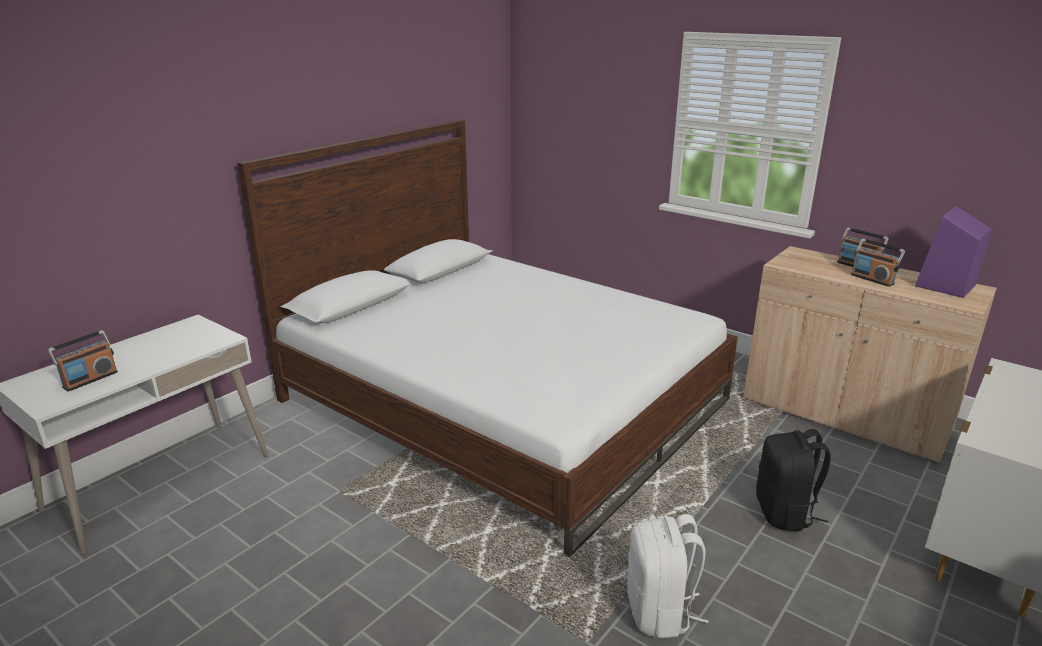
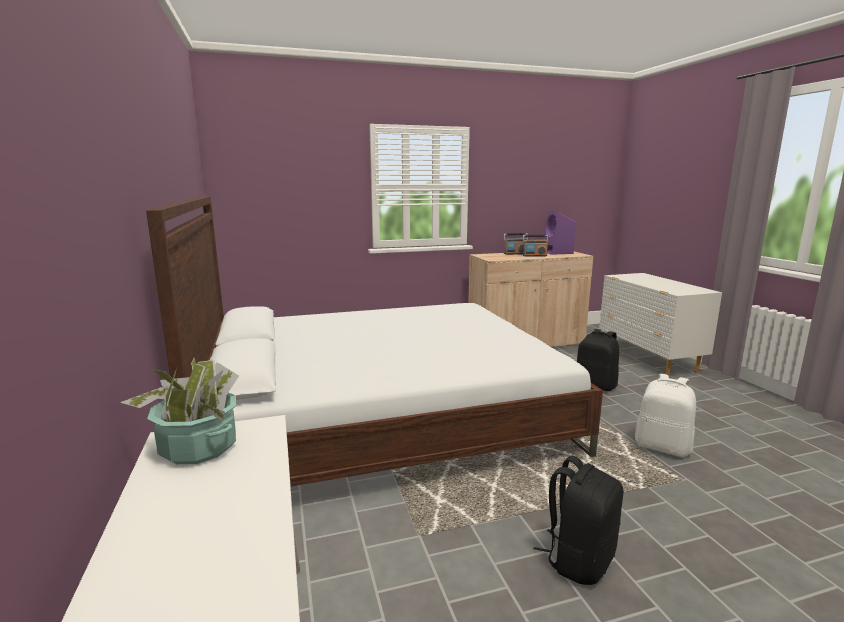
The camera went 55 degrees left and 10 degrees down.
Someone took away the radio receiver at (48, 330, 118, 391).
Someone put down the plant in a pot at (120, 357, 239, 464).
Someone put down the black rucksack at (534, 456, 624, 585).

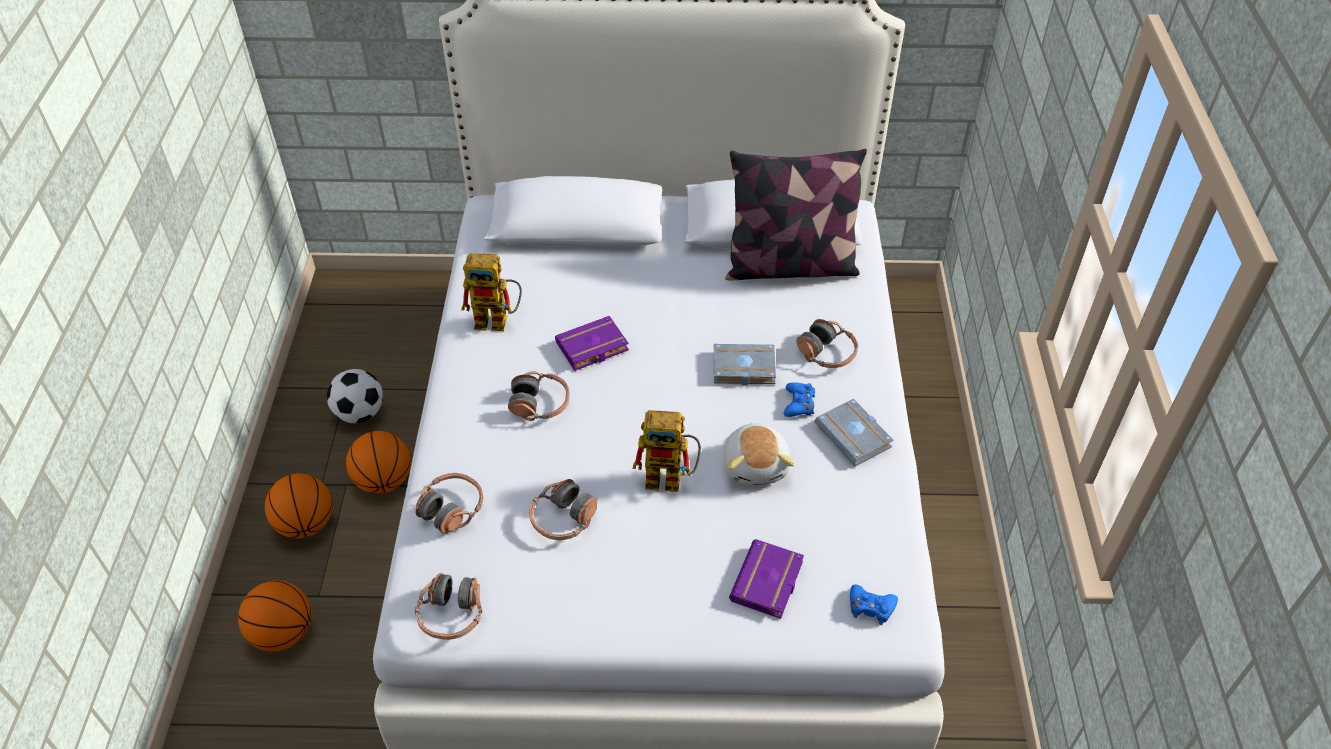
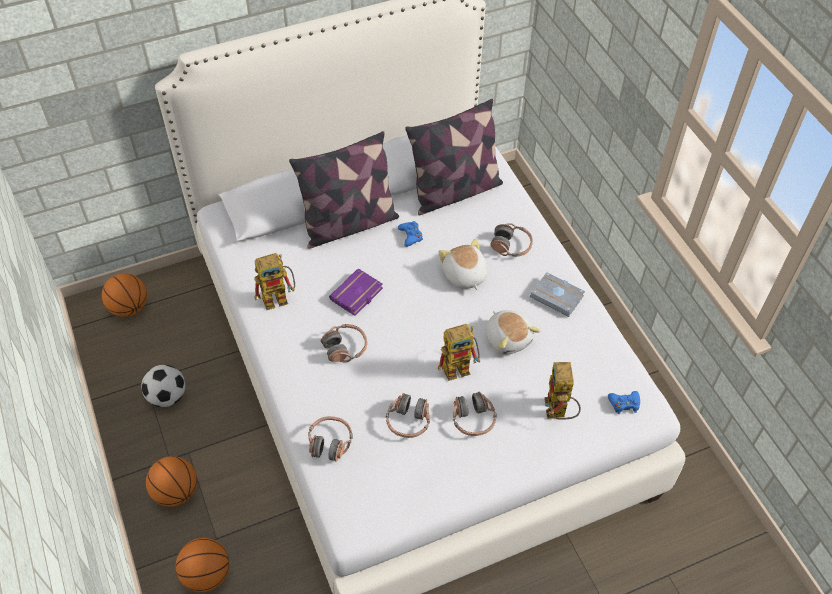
The camera went 25 degrees left and 5 degrees up.
Someone carried the basketball from (346, 431, 411, 494) to (102, 273, 147, 317).
Someone carried the pair of headphones from (415, 573, 482, 640) to (453, 392, 497, 436).
Someone swapped the grey volume at (714, 344, 776, 385) for the soft toy at (438, 239, 487, 290).
Someone swapped the purplish volume at (729, 539, 804, 619) for the model robot at (544, 362, 581, 420).
Someone carried the blue gamepad from (784, 382, 815, 417) to (398, 221, 423, 247).
Someone put down the pillow at (289, 131, 399, 249).

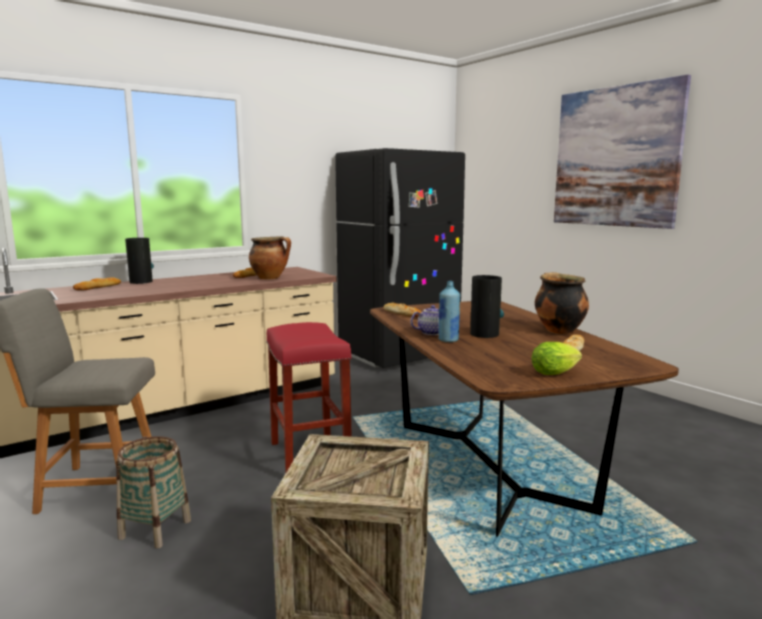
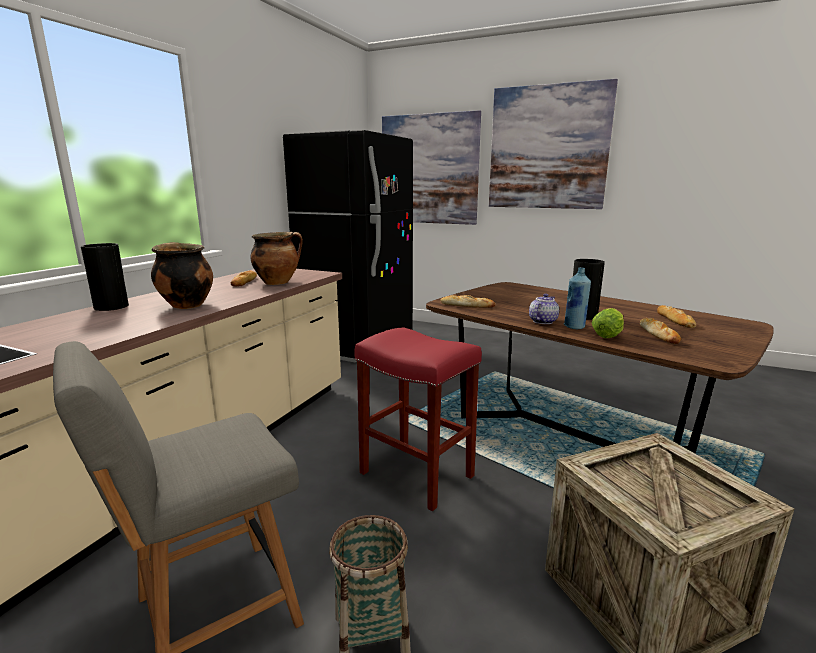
The camera went 30 degrees left and 5 degrees up.
Someone carried the bakery bread from (73, 277, 121, 291) to (640, 318, 681, 344).
Someone carried the lettuce head from (532, 342, 582, 375) to (591, 308, 624, 338).
Someone carried the cooking pot from (535, 272, 589, 334) to (151, 242, 213, 309).
Someone put up the wall picture at (382, 110, 481, 225).

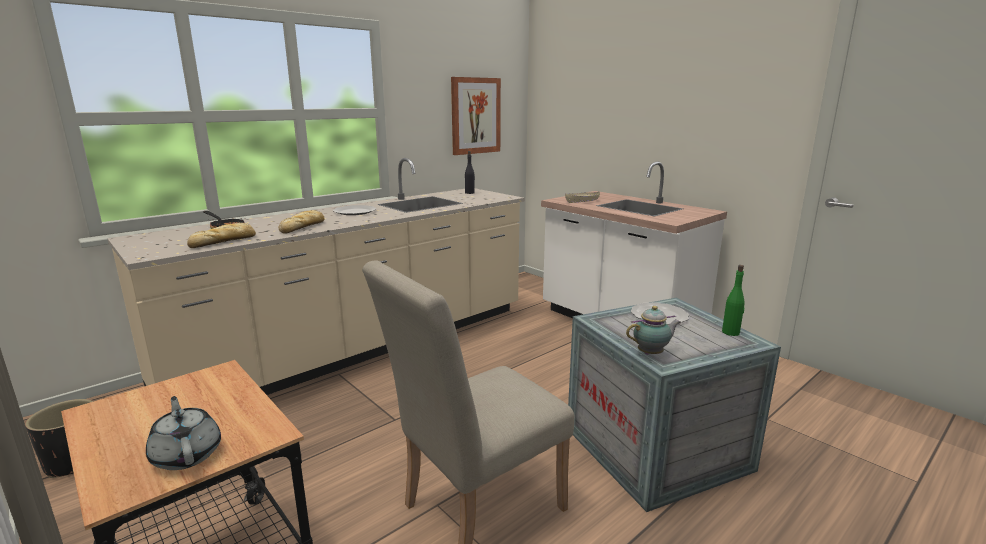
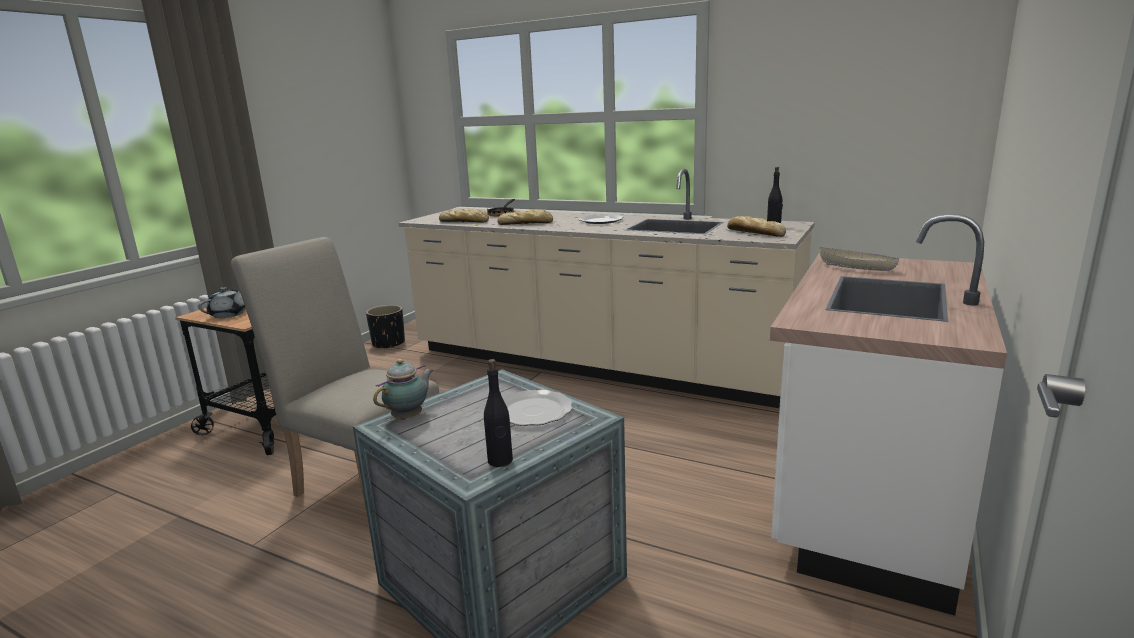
The camera went 70 degrees right and 0 degrees up.
Someone took away the wall picture at (451, 77, 501, 155).
Someone rotated the pot for tea at (626, 306, 681, 355) by 105 degrees counterclockwise.
Someone repainted the greenish beverage bottle at (722, 265, 745, 336), which became the black beverage bottle at (484, 359, 513, 467).
Someone put down the bakery bread at (727, 216, 786, 237).

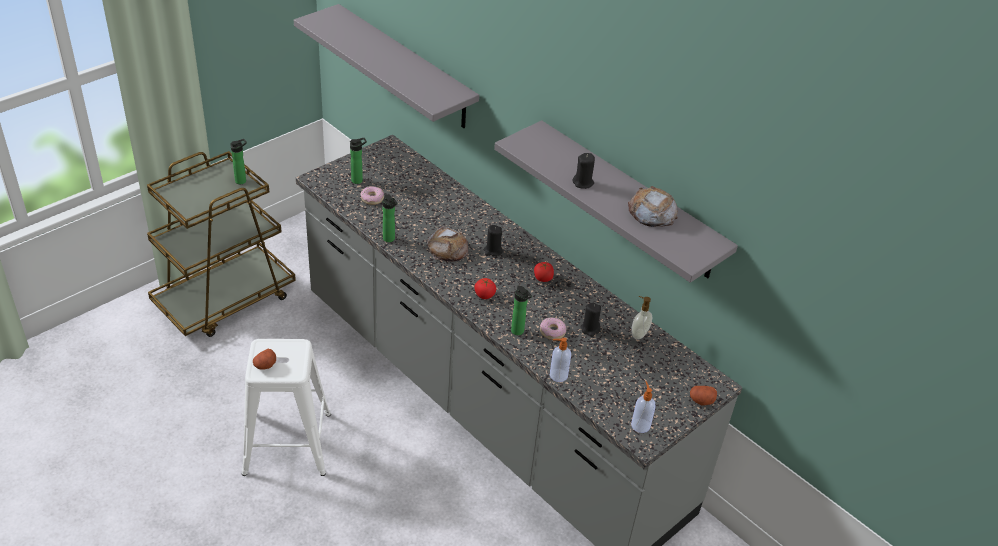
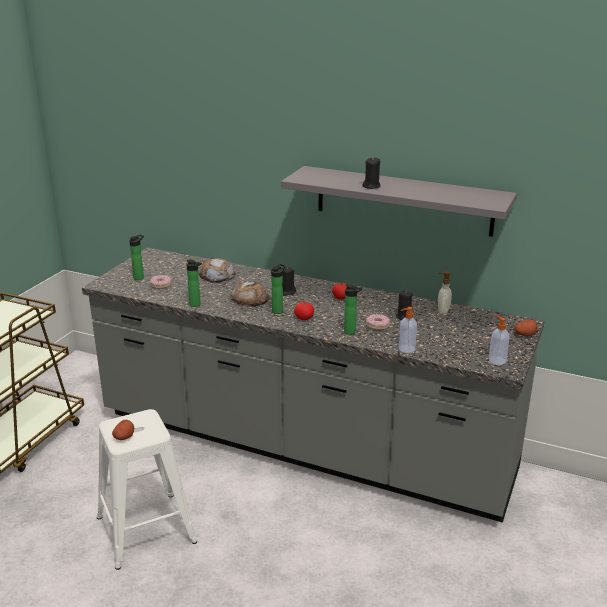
The camera went 20 degrees left and 15 degrees down.
Someone carried the beverage bottle from (230, 139, 247, 184) to (271, 264, 285, 314).
Someone took away the grey wall shelf at (294, 4, 479, 128).
Someone carried the bakery bread from (628, 186, 678, 227) to (199, 258, 236, 283).

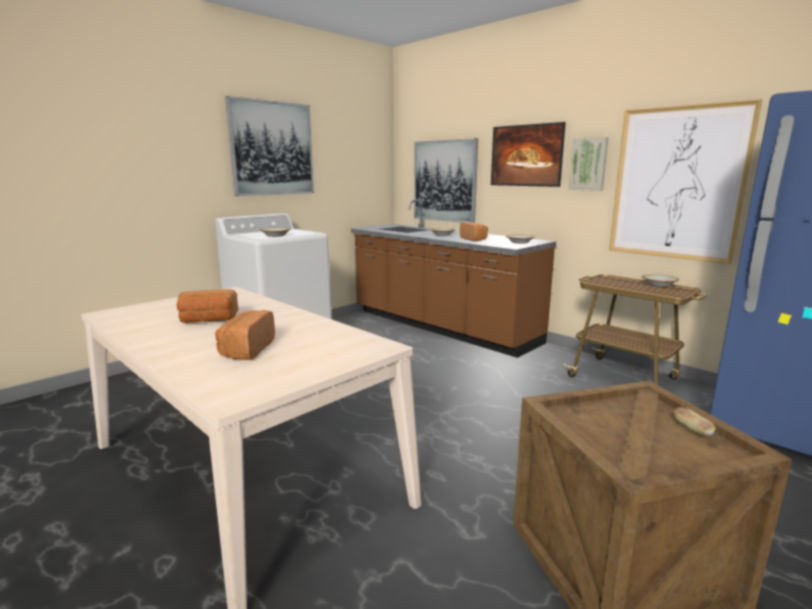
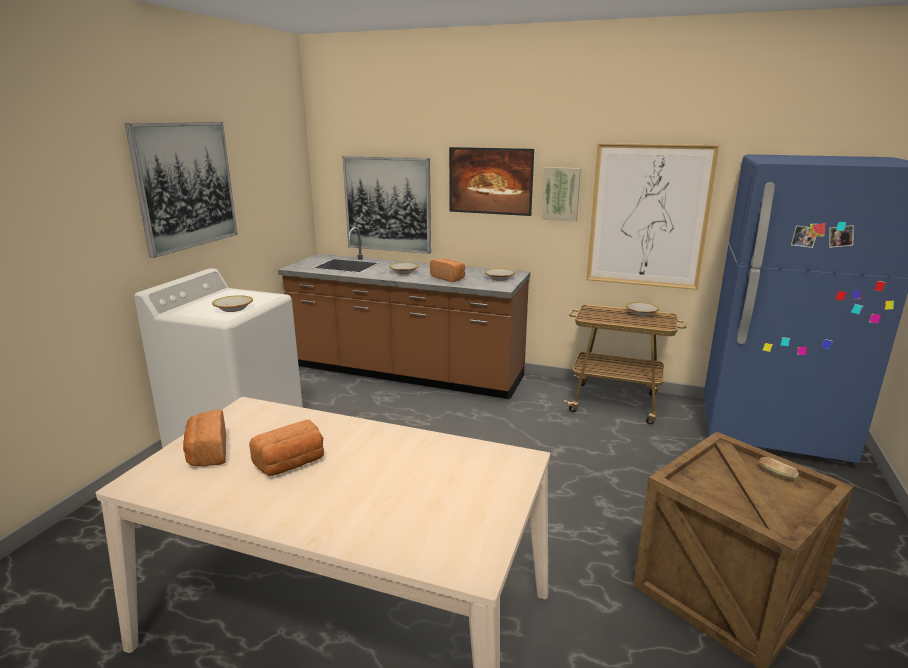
The camera went 25 degrees left and 5 degrees up.
Someone carried the bakery bread from (215, 310, 275, 360) to (183, 410, 226, 467).

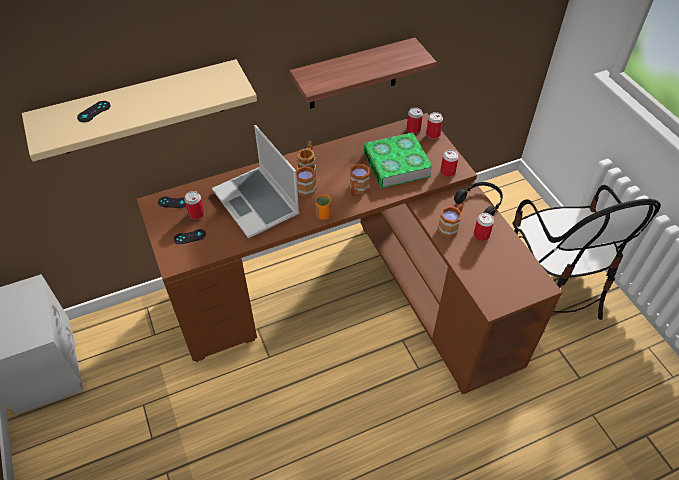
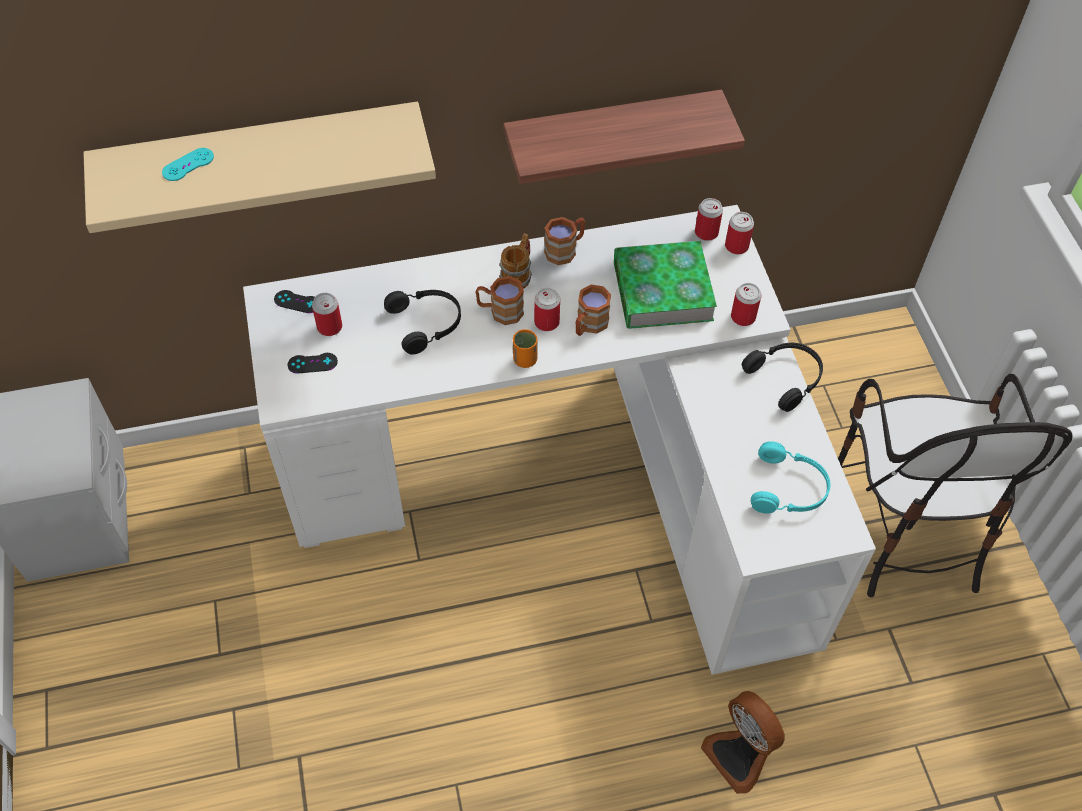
The camera went 10 degrees right and 5 degrees up.
Someone repainted the black gamepad at (77, 101, 111, 122), which became the turquoise-coloured gamepad at (162, 148, 214, 181).
Someone repainted the brownish desk unit at (137, 113, 563, 394), which became the white desk unit at (243, 205, 876, 675).
Someone swapped the portable computer at (212, 125, 300, 238) for the black pair of headphones at (384, 290, 461, 355).
Someone carried the brownish tea mug from (438, 204, 463, 238) to (544, 217, 585, 265).
Someone carried the can from (474, 213, 494, 241) to (534, 288, 560, 331).
Someone put down the electric fan at (701, 691, 785, 794).
Someone put down the turquoise-coloured pair of headphones at (751, 441, 831, 513).

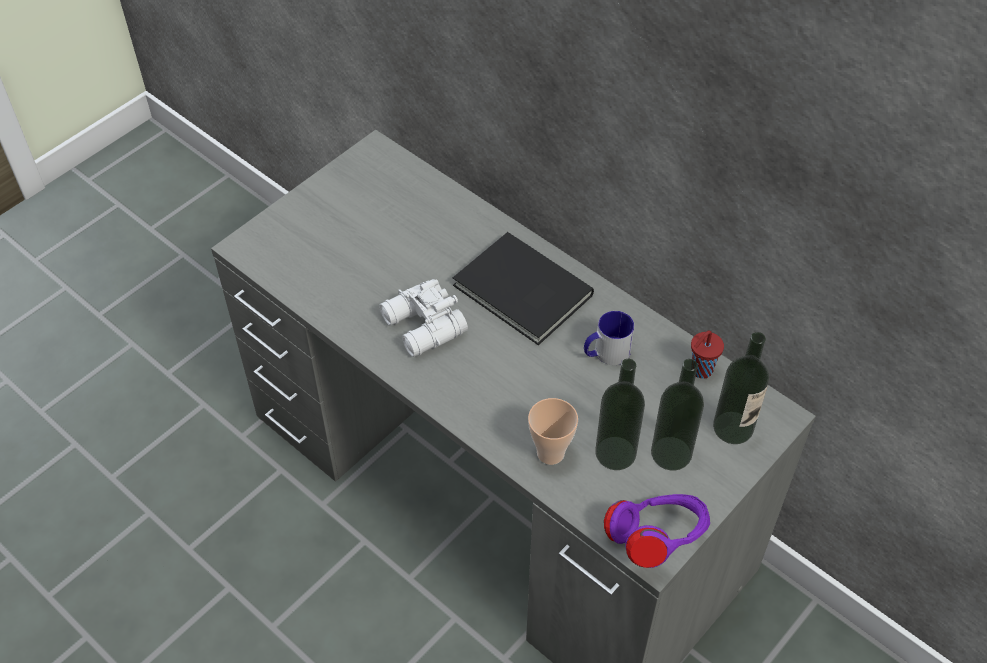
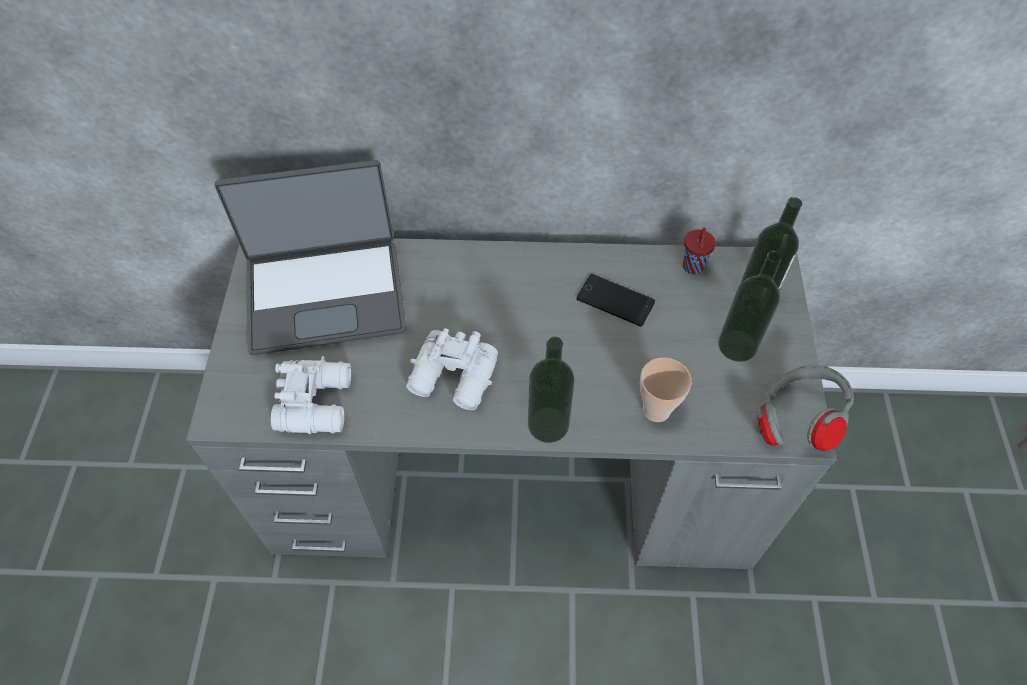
The camera went 40 degrees left and 5 degrees up.
Someone took away the black volume at (453, 232, 594, 345).
Someone swapped the tea mug at (584, 311, 634, 365) for the handset at (577, 274, 655, 327).
Someone carried the beverage bottle from (595, 359, 645, 470) to (528, 337, 575, 443).
Someone repainted the purplish pair of headphones at (604, 494, 710, 568), which became the grey pair of headphones at (757, 365, 854, 451).
Someone put down the portable computer at (215, 160, 406, 355).
Someone put down the white field glasses at (271, 356, 351, 434).

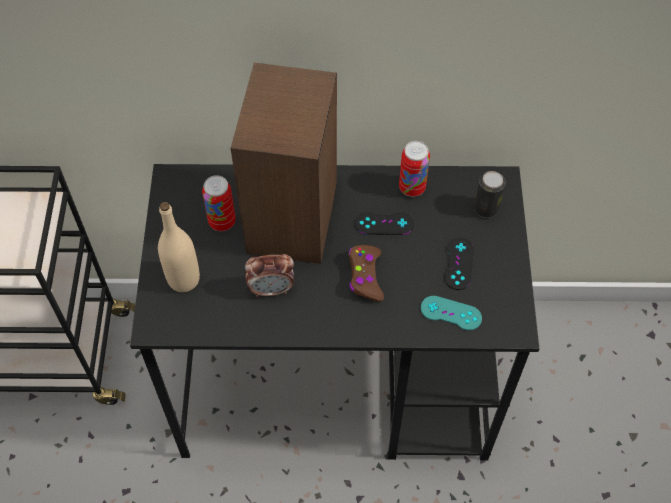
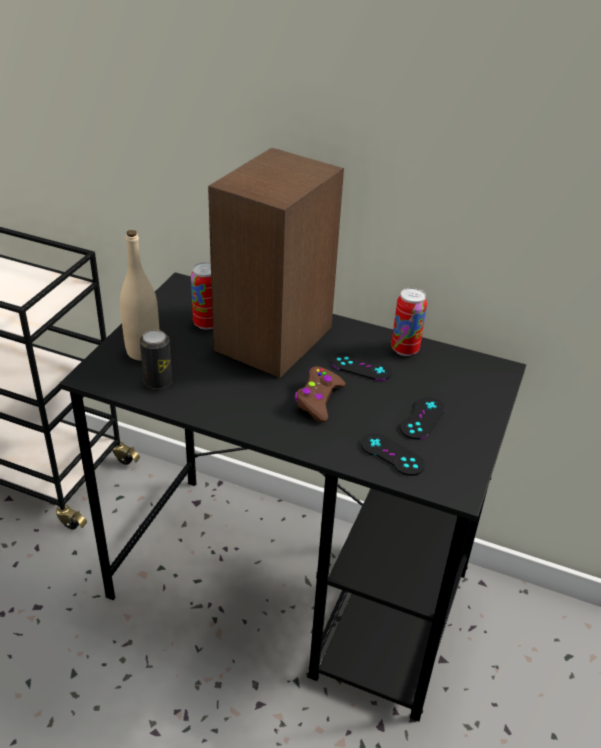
The camera went 20 degrees right and 20 degrees down.
Someone took away the table clock at (245, 254, 294, 297).
Someone repainted the turquoise-coloured gamepad at (421, 296, 482, 330), which became the black gamepad at (361, 433, 425, 476).
Someone carried the can from (474, 171, 506, 218) to (140, 330, 172, 389).

